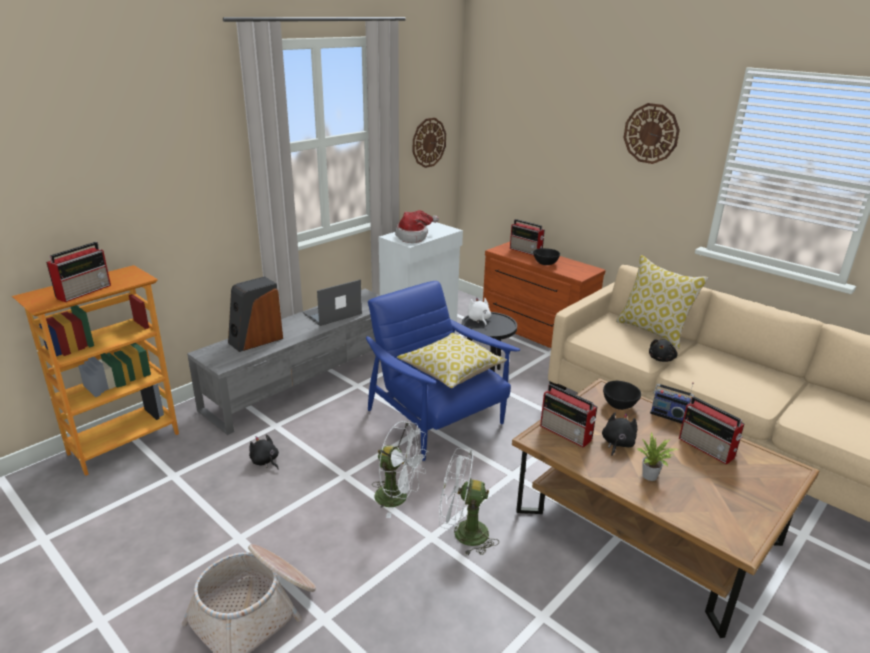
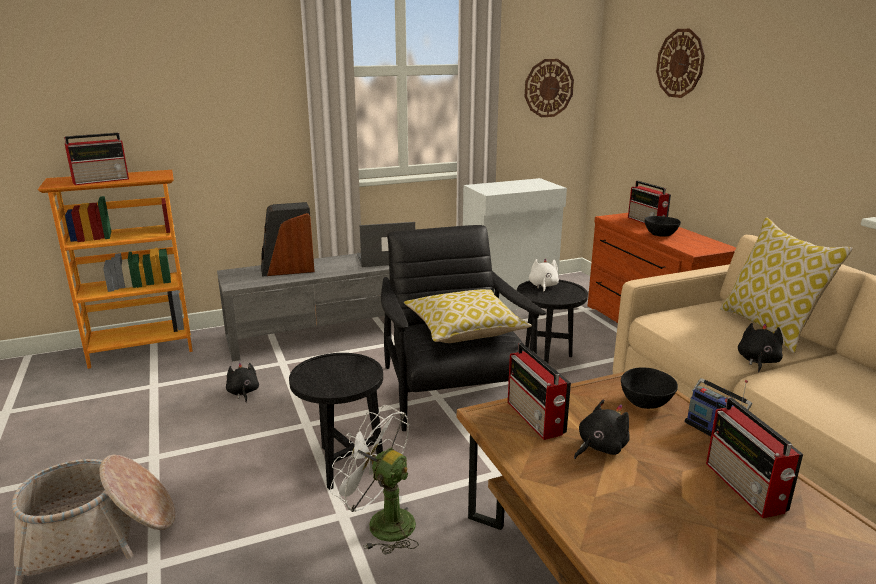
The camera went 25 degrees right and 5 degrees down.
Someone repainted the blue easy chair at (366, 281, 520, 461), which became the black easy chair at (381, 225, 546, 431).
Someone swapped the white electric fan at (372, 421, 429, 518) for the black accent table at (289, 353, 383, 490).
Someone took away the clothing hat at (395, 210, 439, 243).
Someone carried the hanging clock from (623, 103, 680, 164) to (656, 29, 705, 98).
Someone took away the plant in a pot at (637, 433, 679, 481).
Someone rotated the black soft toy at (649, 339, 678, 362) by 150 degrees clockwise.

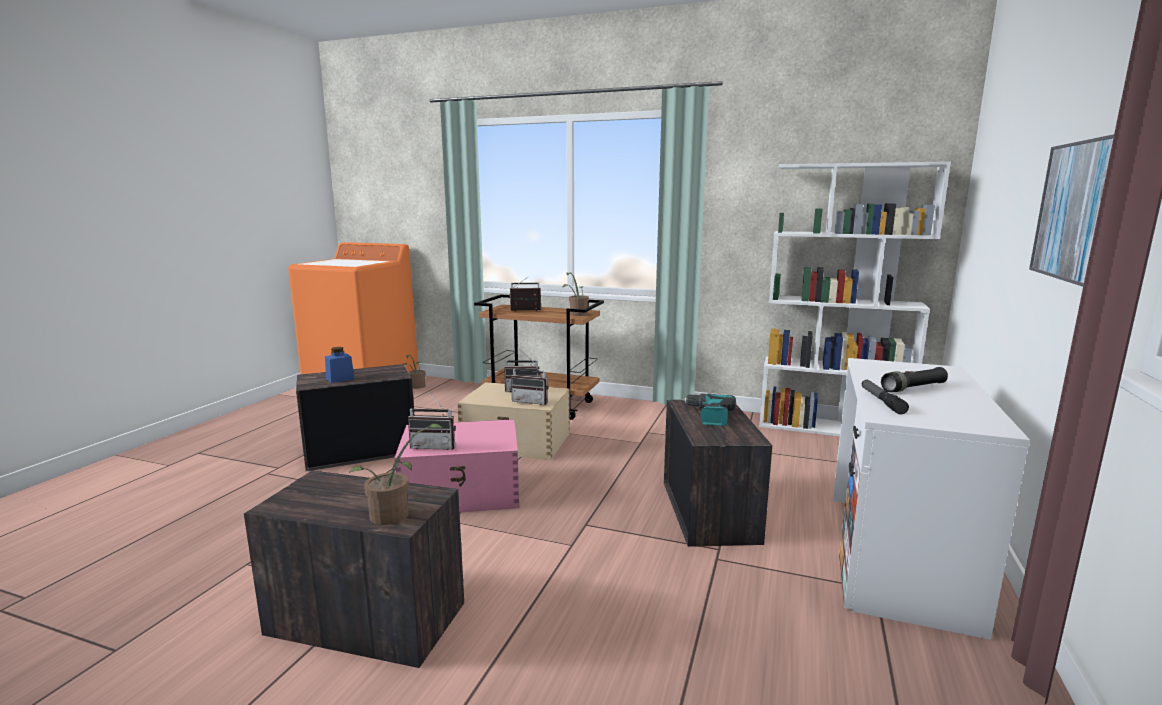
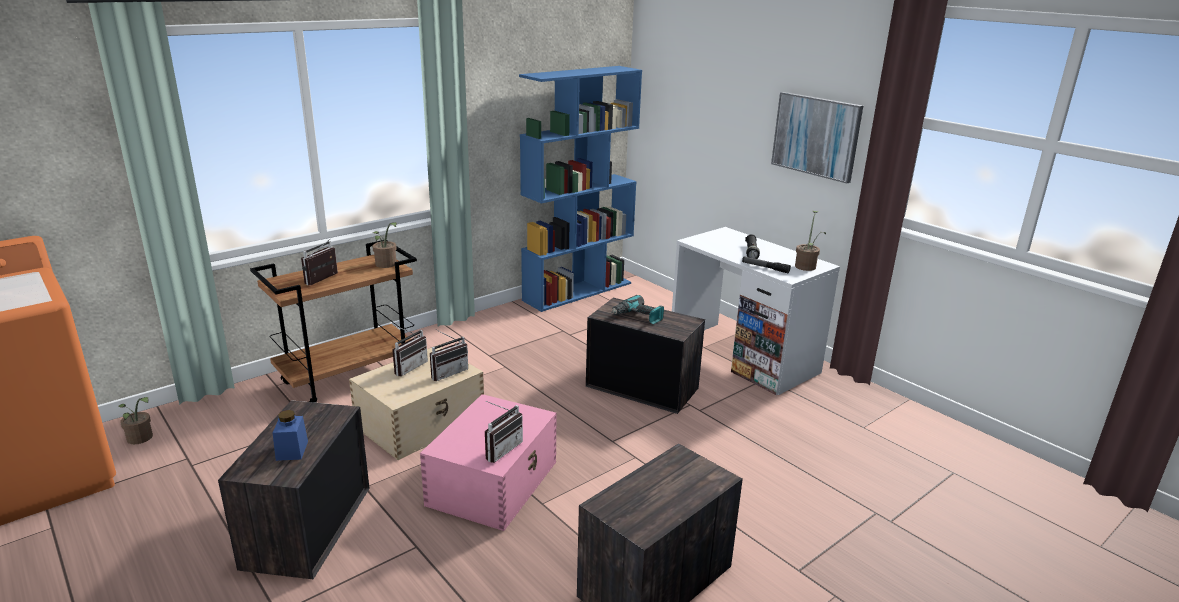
The camera went 60 degrees left and 10 degrees up.
Someone carried the plant in a pot from (349, 424, 444, 525) to (795, 211, 826, 271).
Someone repainted the white bookshelf at (759, 161, 951, 436), which became the blue bookshelf at (519, 66, 642, 312).

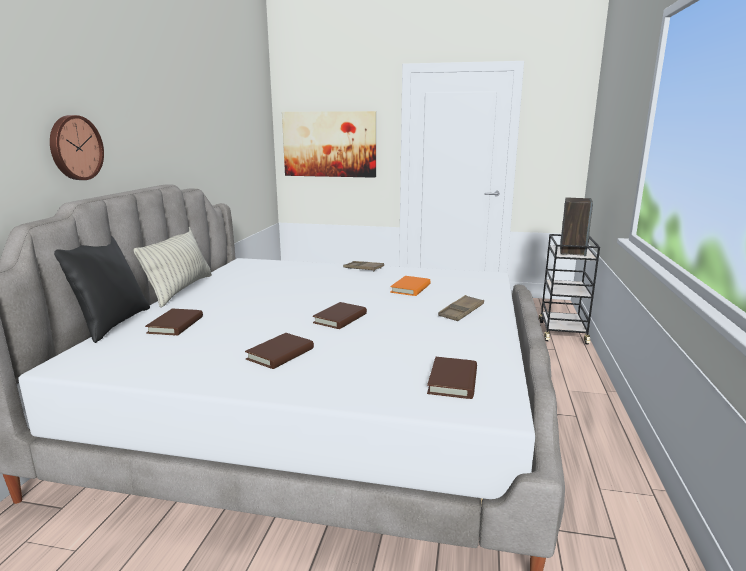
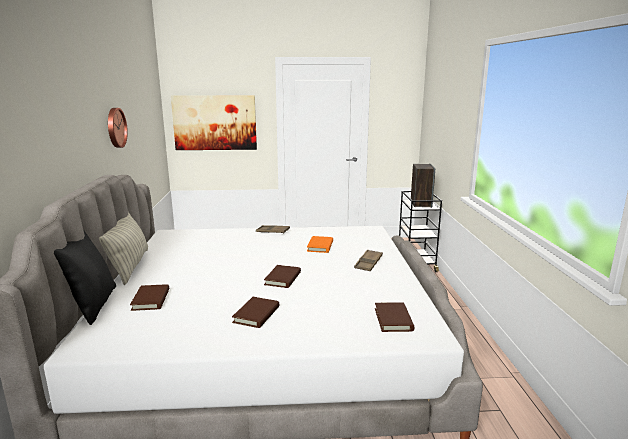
The camera went 15 degrees left and 0 degrees up.
Someone carried the hanging clock from (50, 115, 104, 180) to (108, 108, 128, 148).

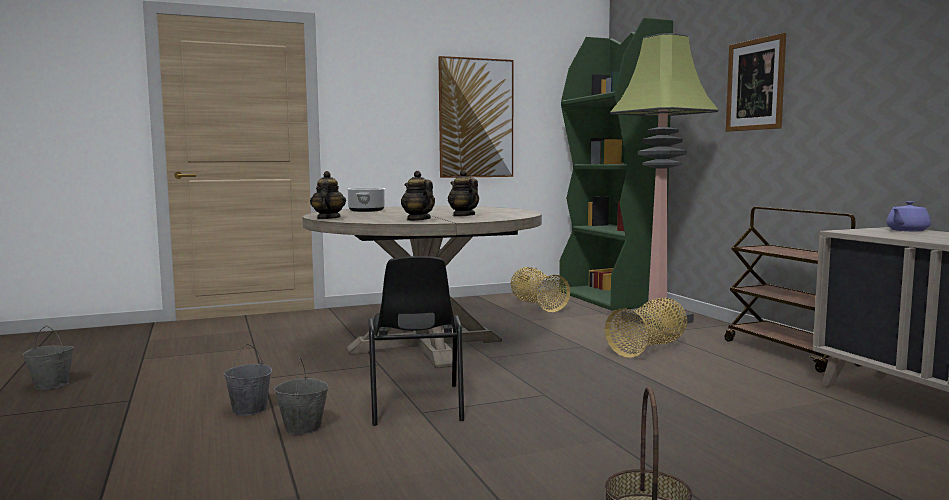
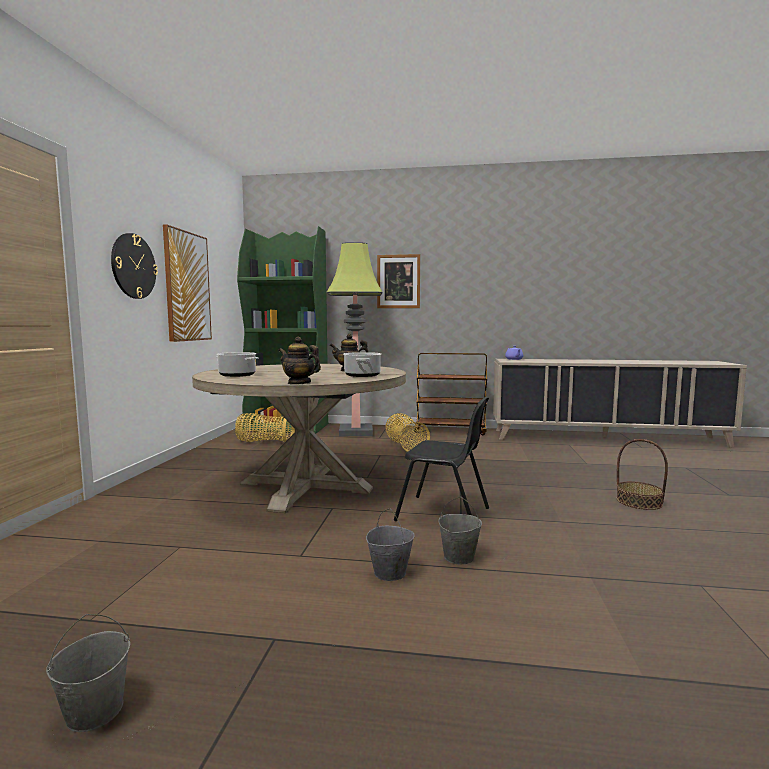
The camera went 60 degrees left and 0 degrees up.
Someone swapped the pot for tea at (401, 171, 435, 221) for the cooking pot at (343, 352, 381, 377).
Someone put up the hanging clock at (111, 233, 158, 299).

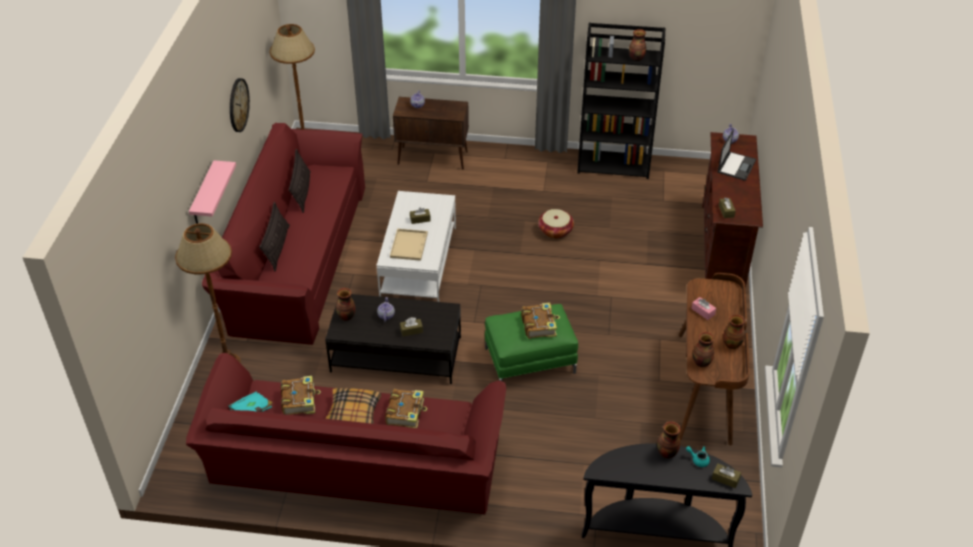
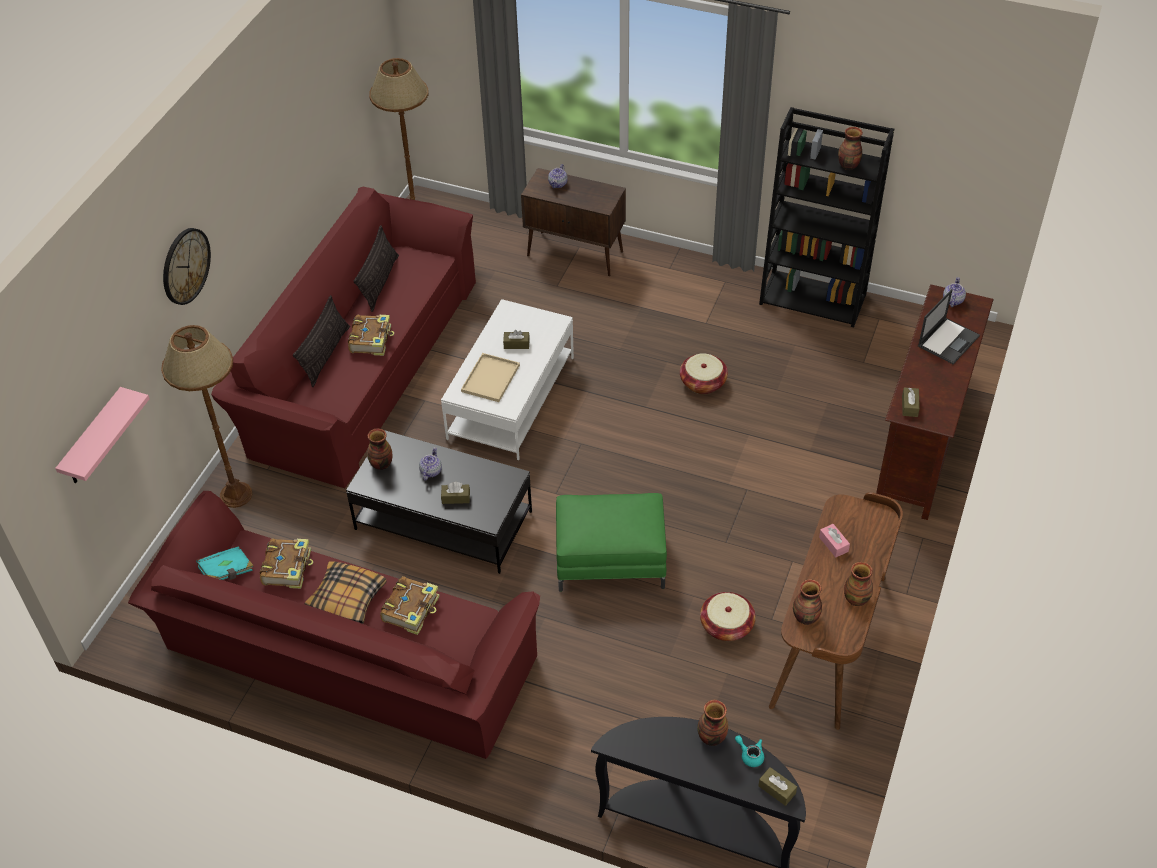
The camera went 15 degrees right and 5 degrees up.
Someone carried the pink wall shelf from (189, 160, 236, 224) to (55, 387, 150, 483).
Someone carried the hanging clock from (230, 78, 250, 132) to (163, 228, 211, 305).
Someone carried the volume from (521, 303, 560, 339) to (348, 315, 394, 356).
Someone put down the household basket at (700, 592, 756, 641).

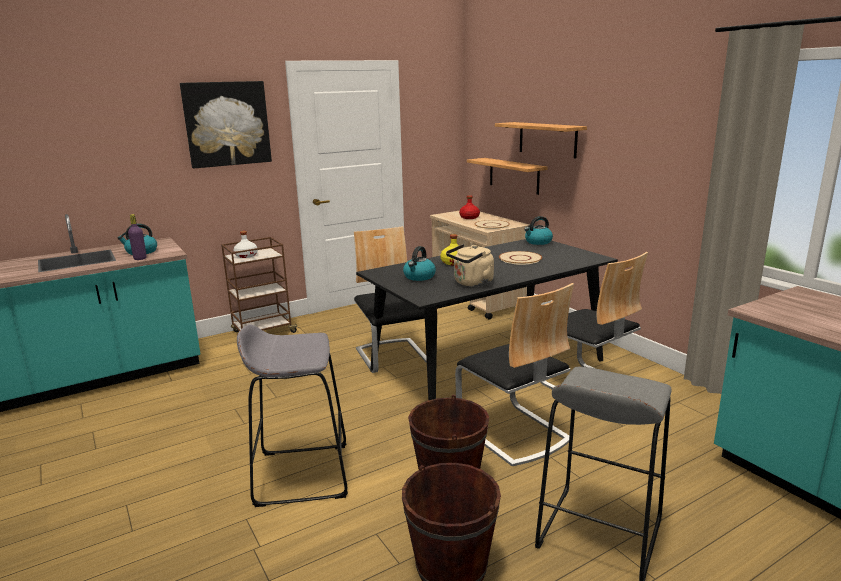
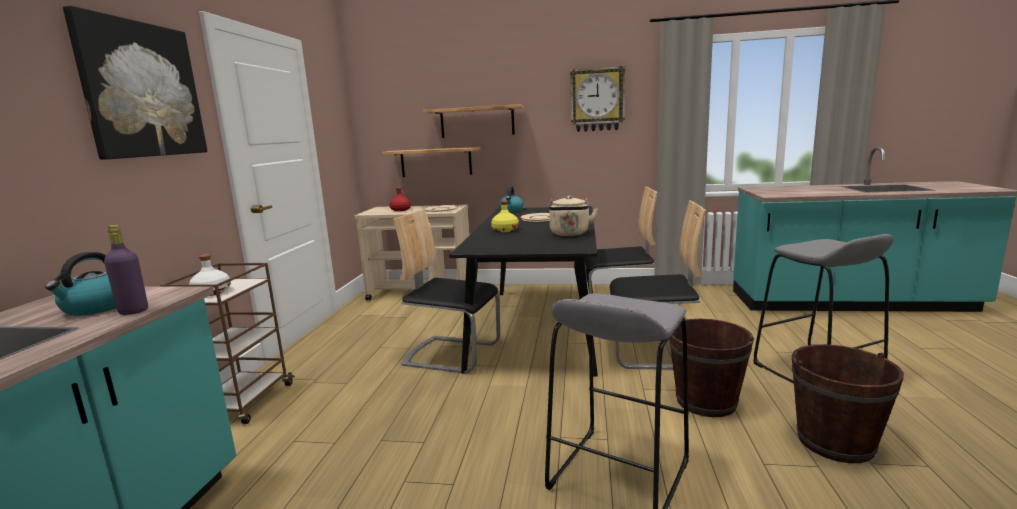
The camera went 50 degrees left and 5 degrees down.
Someone took away the water kettle at (403, 246, 436, 281).
Someone put up the hanging clock at (570, 66, 625, 132).

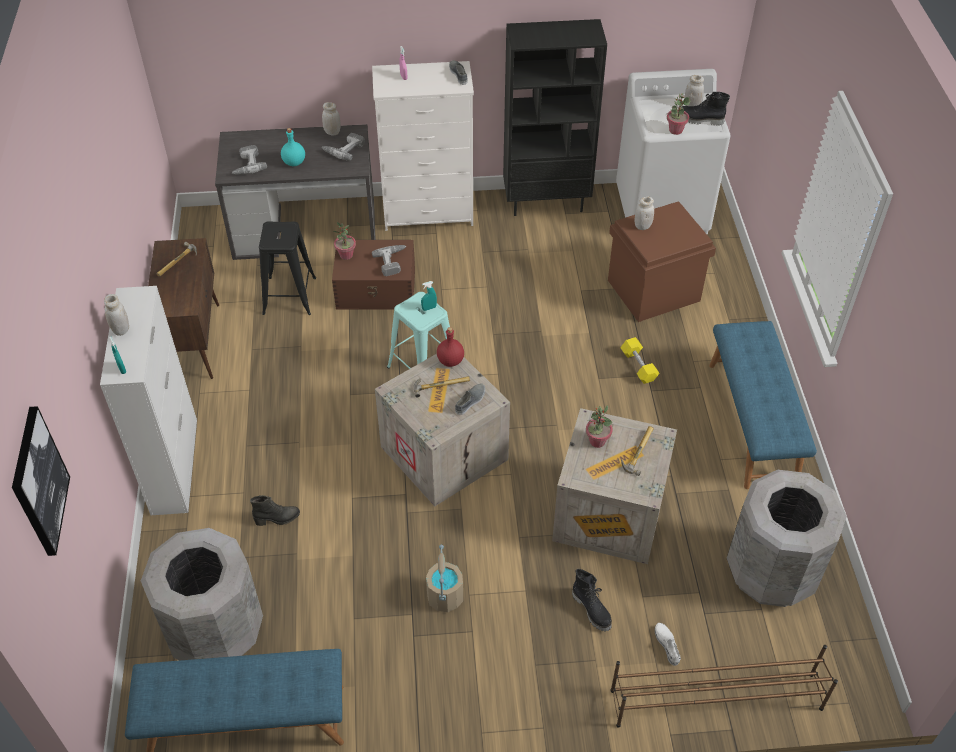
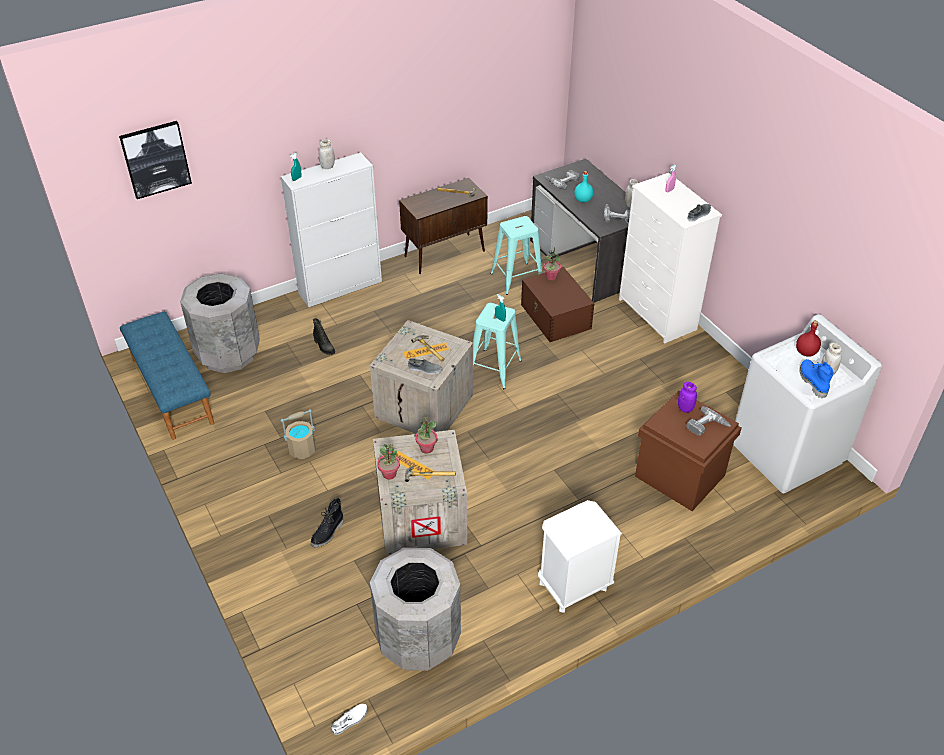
The camera went 65 degrees right and 5 degrees down.
Someone repainted the black stool seat at (259, 221, 316, 315), which became the turquoise-coloured stool seat at (490, 216, 542, 295).
Someone carried the electric drill from (372, 245, 406, 276) to (686, 406, 731, 436).
Someone carried the reddish beverage bottle from (437, 327, 464, 367) to (796, 321, 821, 357).
Someone took away the black bookshelf at (503, 19, 607, 216).
Someone took away the brownish shoe stand at (610, 645, 838, 728).
Someone took away the yellow hand weight at (620, 337, 660, 384).
Someone repainted the white preserve jar at (634, 196, 654, 230), which became the purplish preserve jar at (678, 382, 697, 413).
Someone carried the white item of footwear from (655, 623, 681, 666) to (331, 704, 367, 735).
Someone carried the plant in a pot from (667, 93, 690, 135) to (377, 444, 400, 480).
Someone repainted the black high-top boot at (682, 92, 730, 126), which became the blue high-top boot at (800, 359, 834, 398).
Someone swapped the blue indoor bench at (709, 321, 817, 489) for the white nightstand at (538, 500, 622, 613).

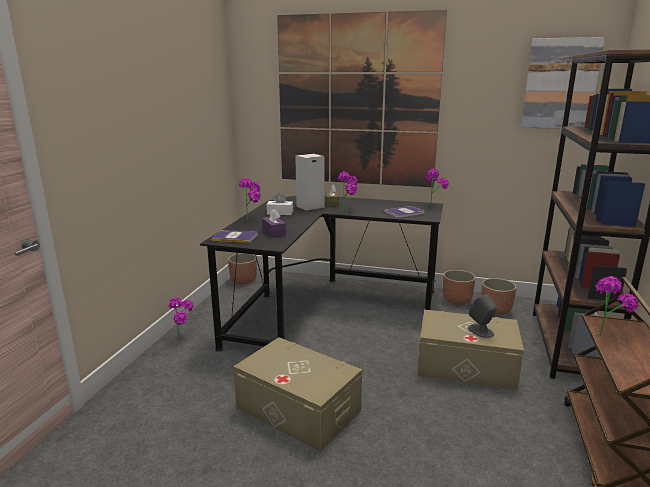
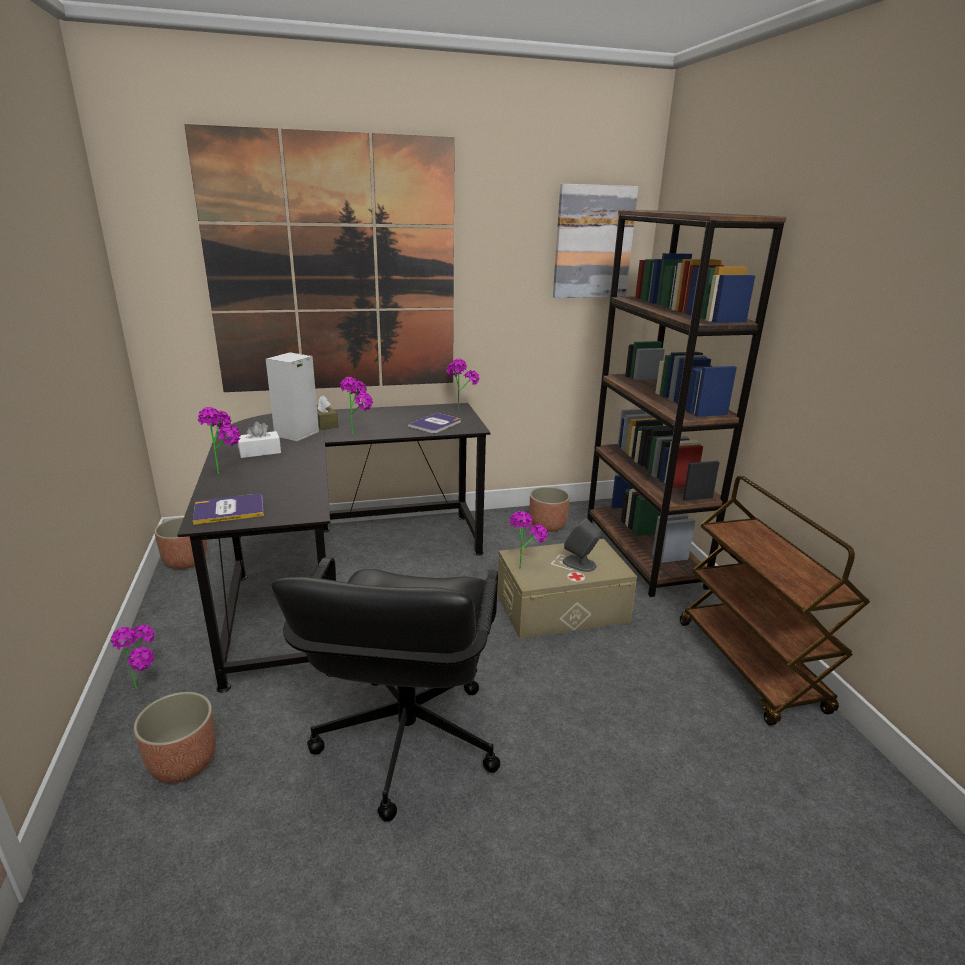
The camera went 30 degrees left and 5 degrees up.
Someone swapped the beige storage bin at (233, 337, 362, 452) for the black office chair at (271, 557, 500, 822).
Someone took away the purplish box of tissues at (262, 209, 286, 237).
Someone carried the planter from (443, 270, 476, 305) to (133, 692, 216, 783).
Someone carried the plant in a pot from (595, 276, 639, 336) to (509, 511, 548, 568).

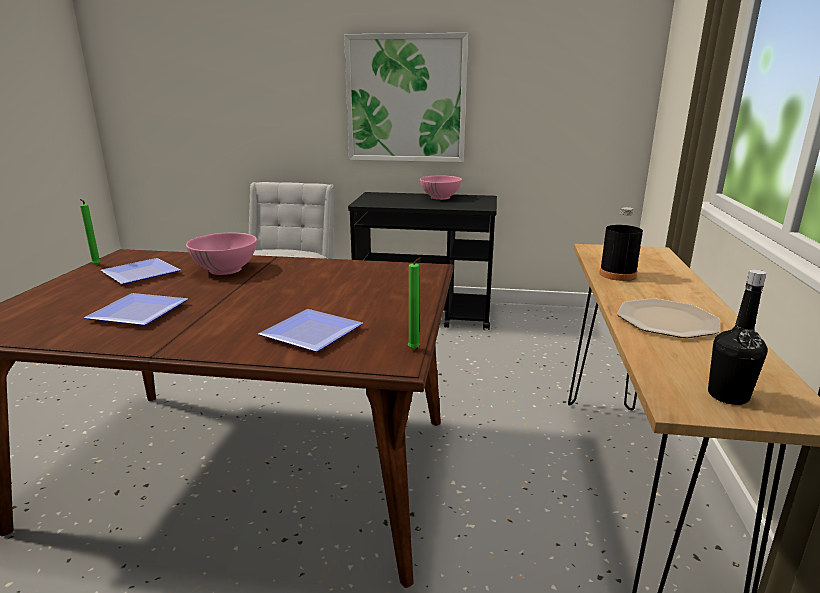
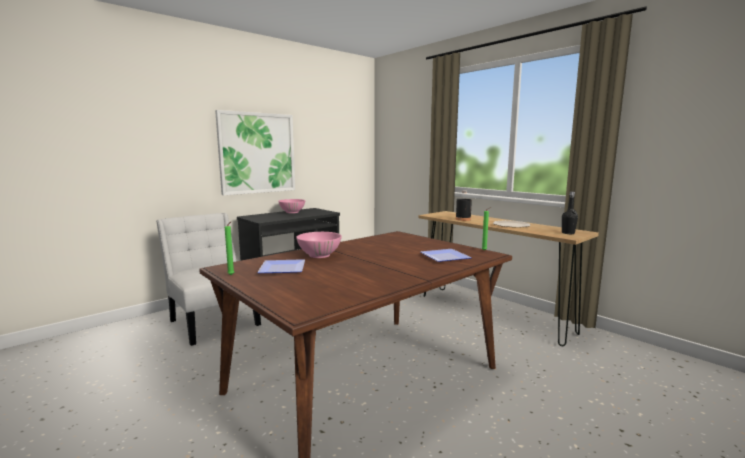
The camera went 50 degrees left and 10 degrees down.
Someone took away the dinner plate at (84, 293, 188, 325).

